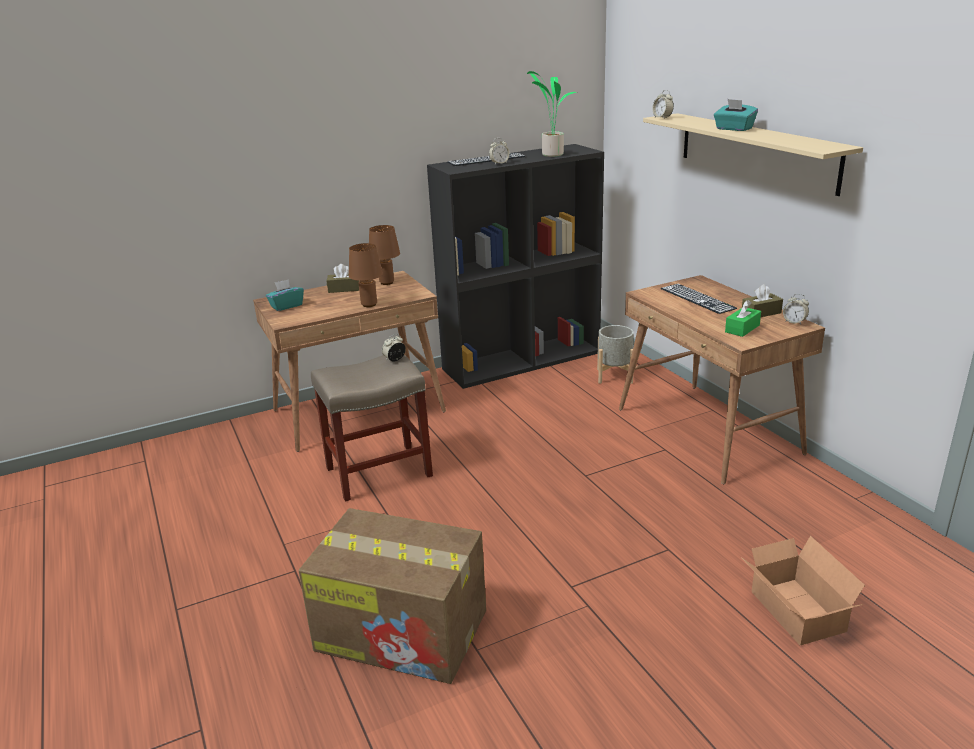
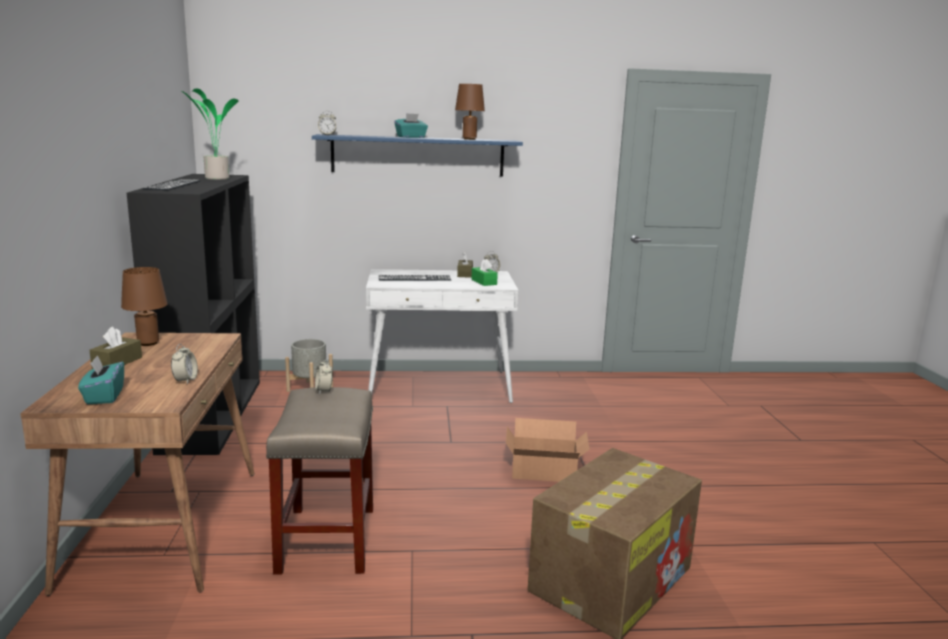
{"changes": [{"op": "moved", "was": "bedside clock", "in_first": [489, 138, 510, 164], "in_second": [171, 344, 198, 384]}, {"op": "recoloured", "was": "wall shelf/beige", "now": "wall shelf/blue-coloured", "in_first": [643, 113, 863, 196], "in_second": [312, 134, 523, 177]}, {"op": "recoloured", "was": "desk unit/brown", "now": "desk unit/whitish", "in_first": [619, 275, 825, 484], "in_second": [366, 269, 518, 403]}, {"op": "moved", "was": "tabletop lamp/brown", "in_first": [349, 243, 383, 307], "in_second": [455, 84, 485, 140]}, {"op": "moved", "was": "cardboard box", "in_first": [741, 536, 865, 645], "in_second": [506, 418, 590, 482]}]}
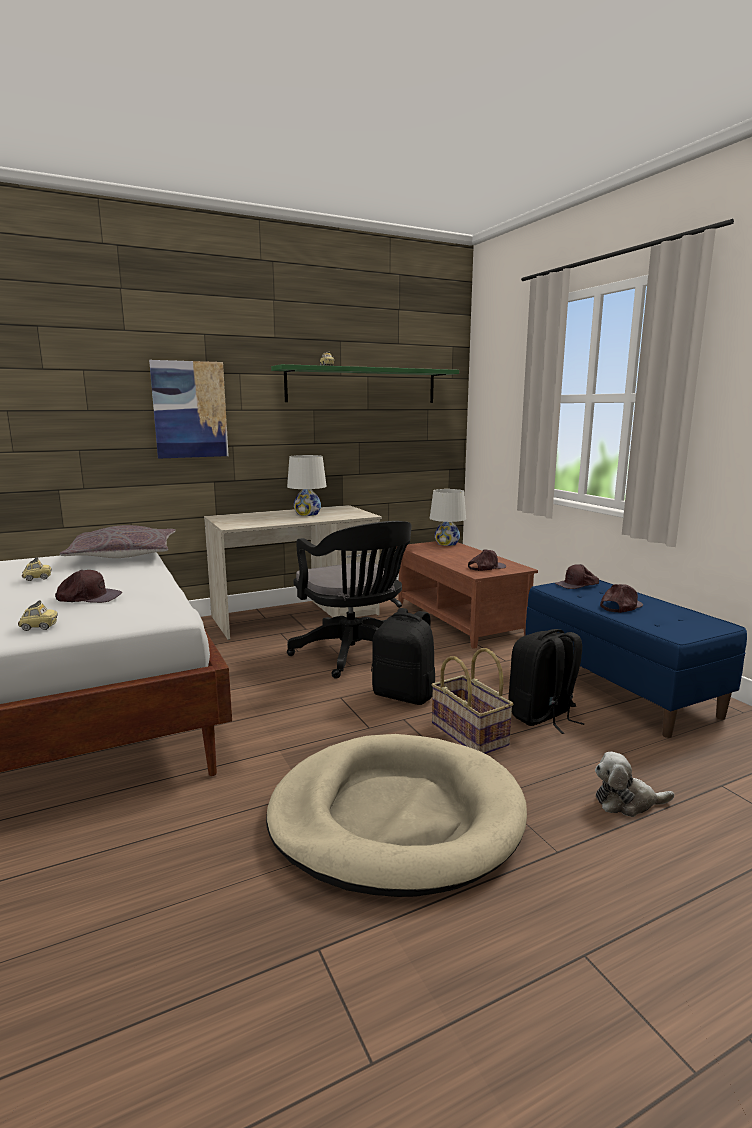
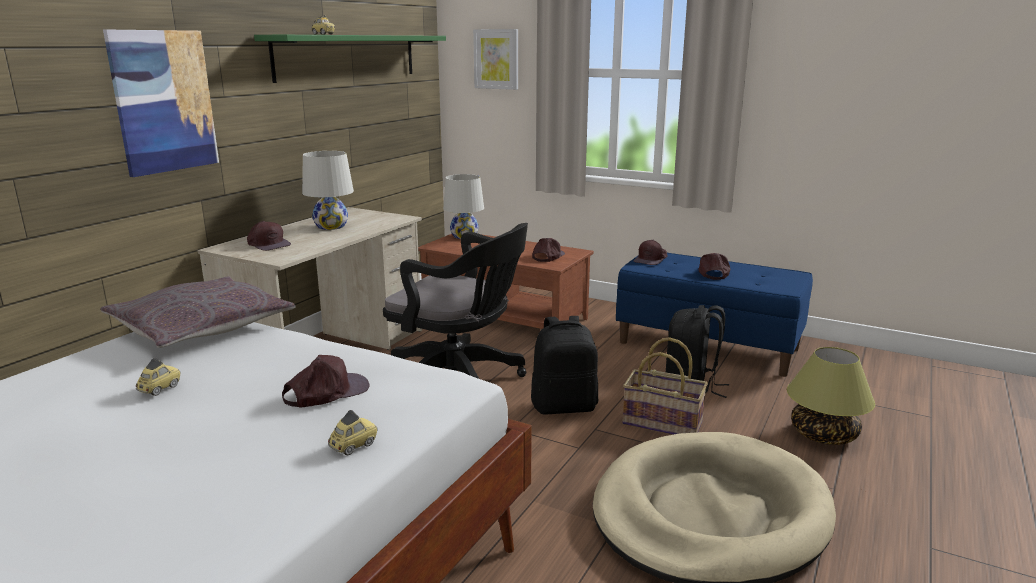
{"changes": [{"op": "added", "now": "peaked cap/brown", "in_second": [247, 221, 291, 251]}, {"op": "added", "now": "wall picture", "in_second": [473, 29, 518, 90]}, {"op": "replaced", "was": "plush toy", "now": "tabletop lamp", "in_first": [595, 752, 674, 817], "in_second": [787, 347, 875, 445]}]}
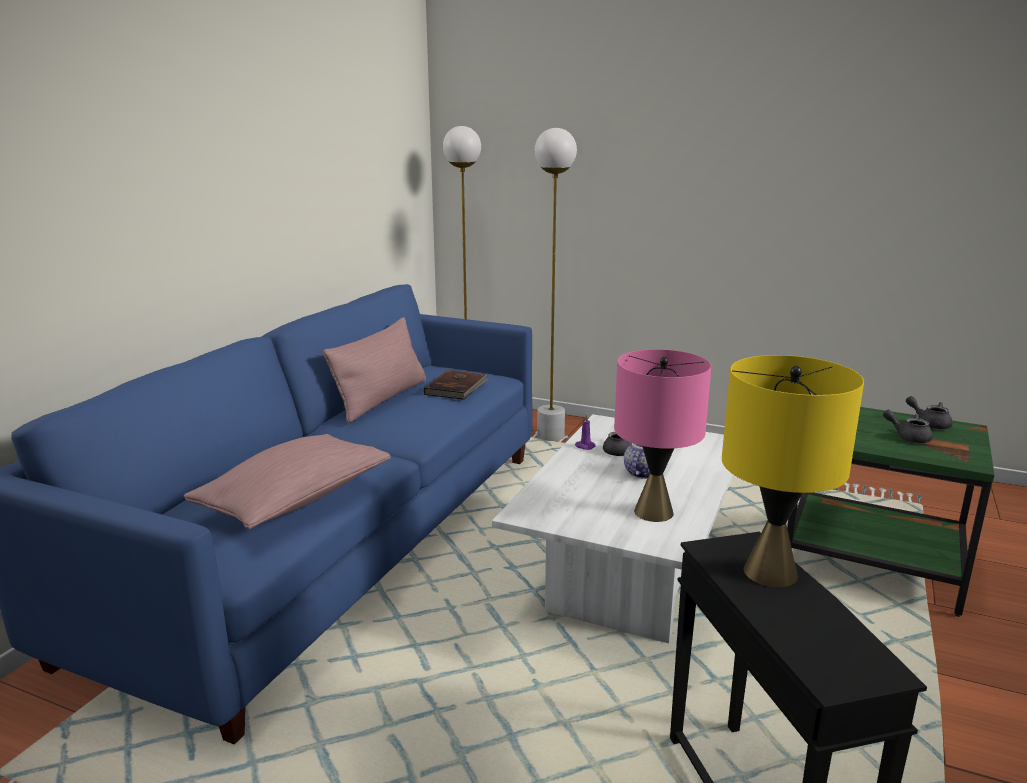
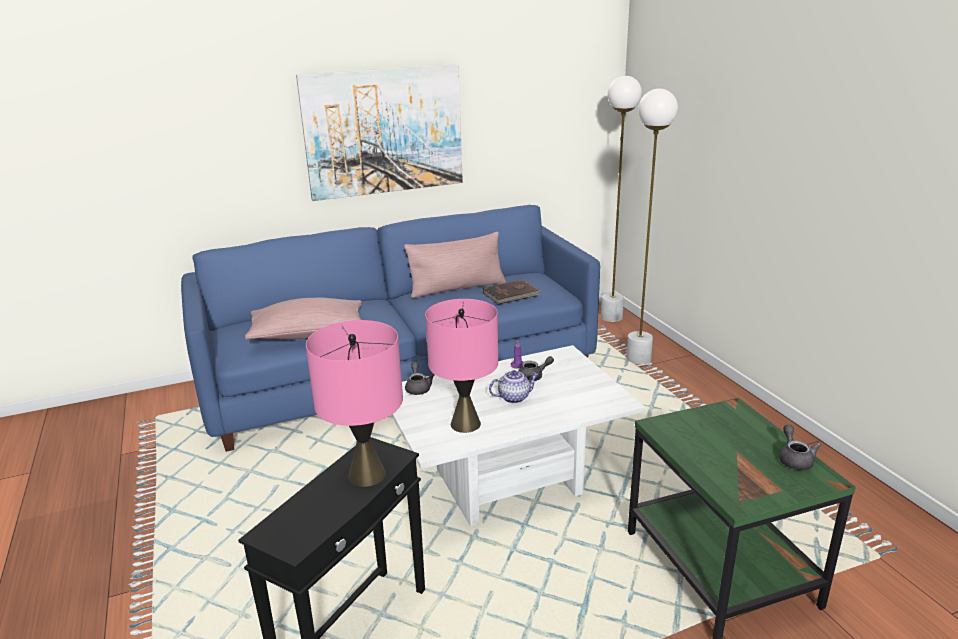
{"changes": [{"op": "added", "now": "wall picture", "in_second": [296, 64, 463, 201]}, {"op": "recoloured", "was": "tabletop lamp/yellow-coloured", "now": "tabletop lamp/pink", "in_first": [722, 355, 864, 588], "in_second": [306, 320, 403, 487]}, {"op": "moved", "was": "pot for tea/greyish", "in_first": [883, 410, 933, 443], "in_second": [405, 362, 435, 395]}]}
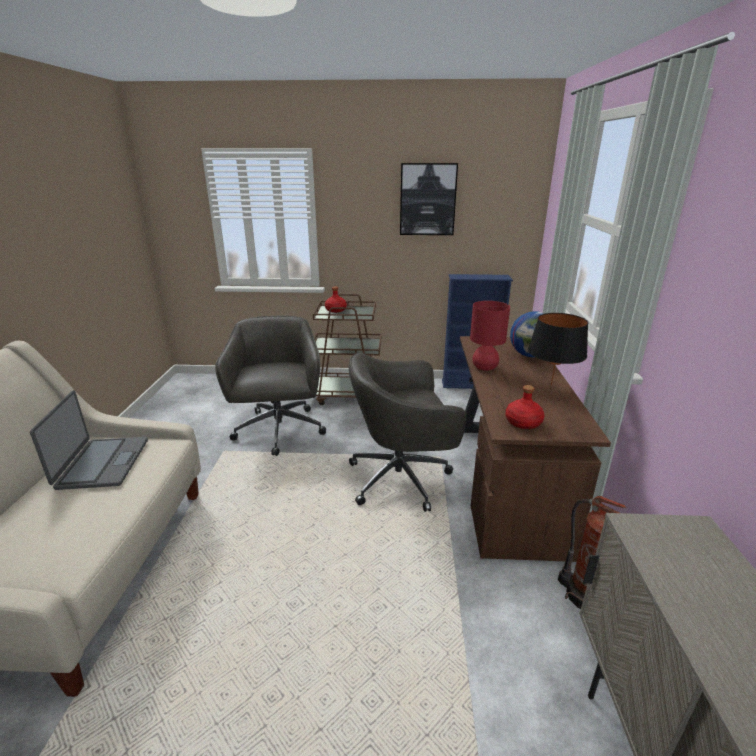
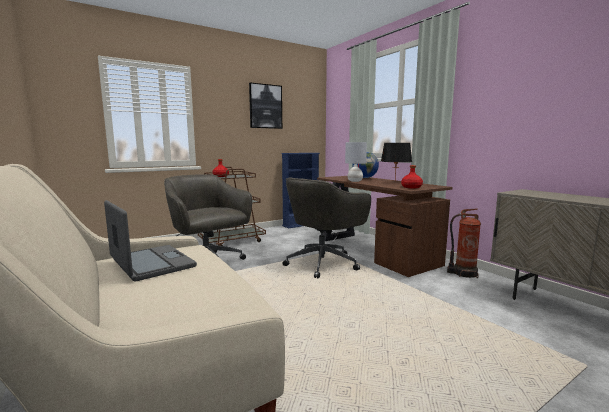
{"changes": [{"op": "recoloured", "was": "tabletop lamp/red-coloured", "now": "tabletop lamp/greyish", "in_first": [470, 301, 510, 371], "in_second": [345, 142, 367, 182]}]}
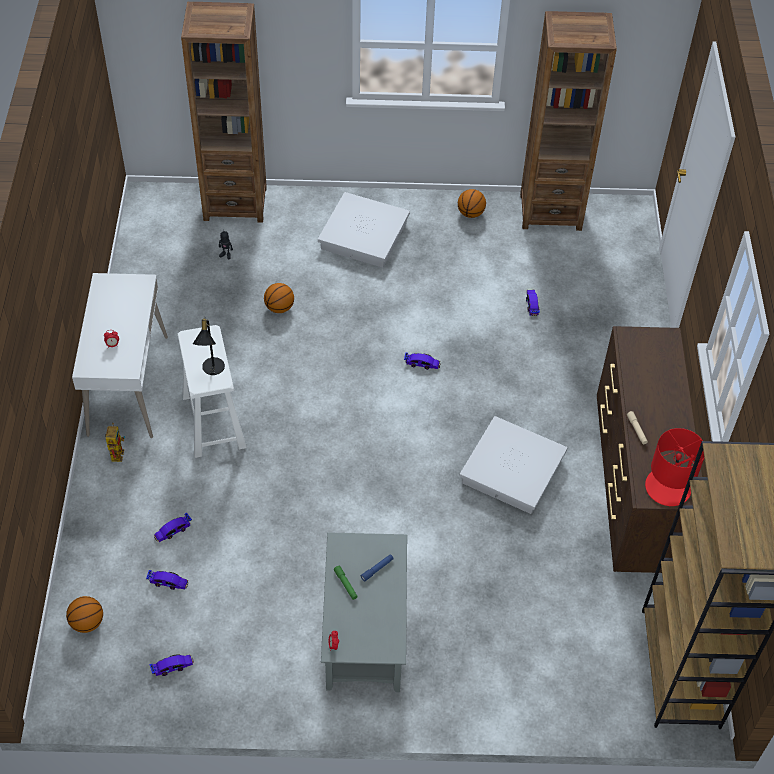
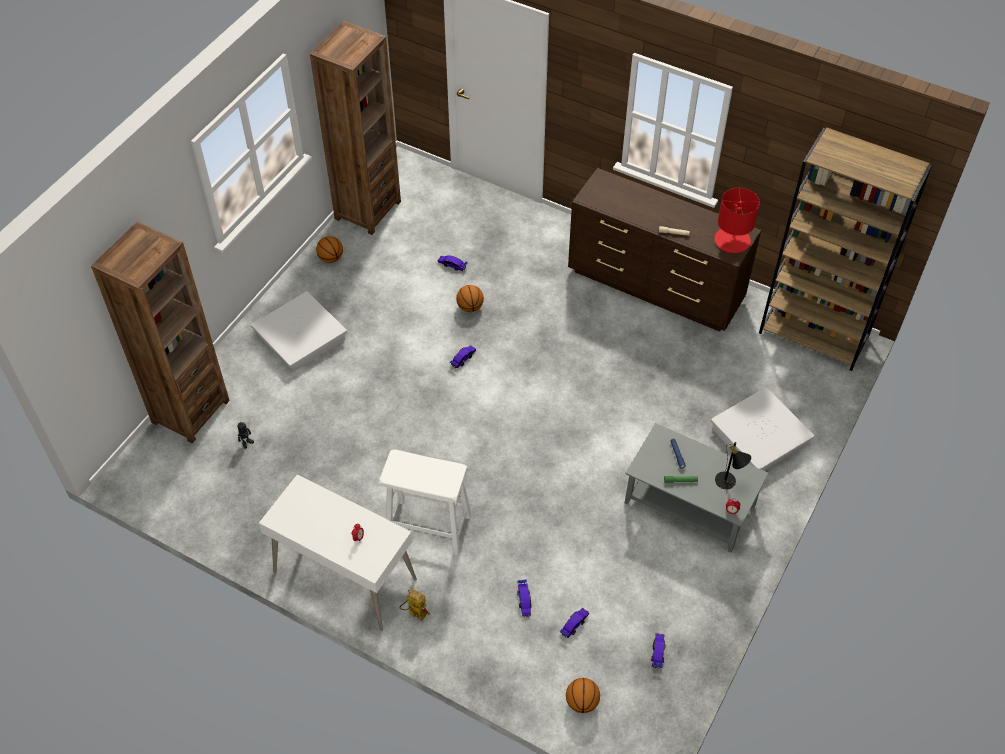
{"changes": [{"op": "moved", "was": "basketball", "in_first": [264, 283, 294, 313], "in_second": [456, 285, 484, 312]}, {"op": "moved", "was": "storage box/whitish", "in_first": [459, 416, 568, 514], "in_second": [710, 387, 815, 471]}, {"op": "moved", "was": "tabletop lamp/blackish", "in_first": [193, 316, 225, 375], "in_second": [715, 442, 751, 489]}]}
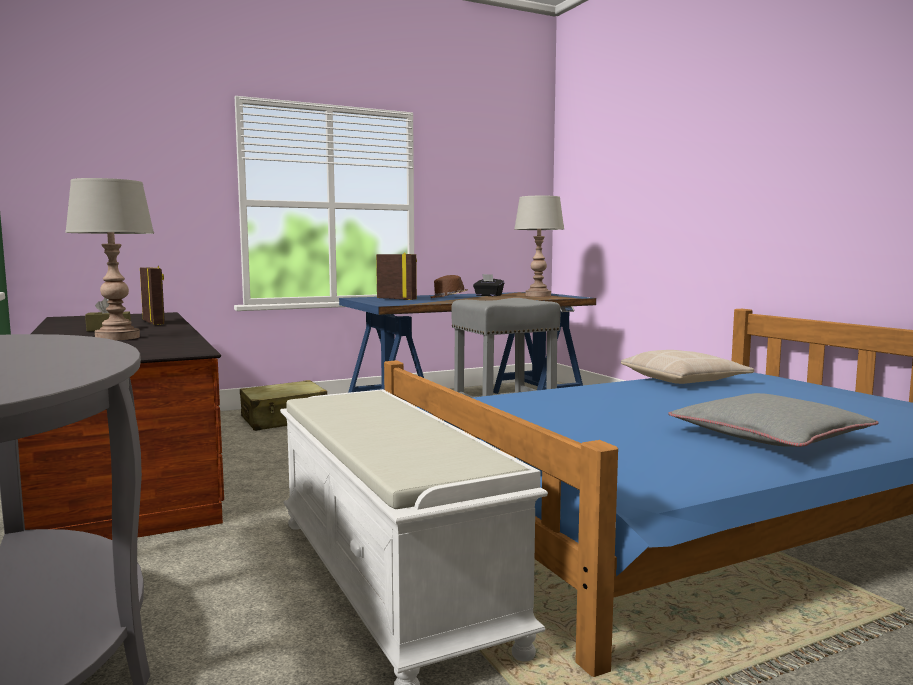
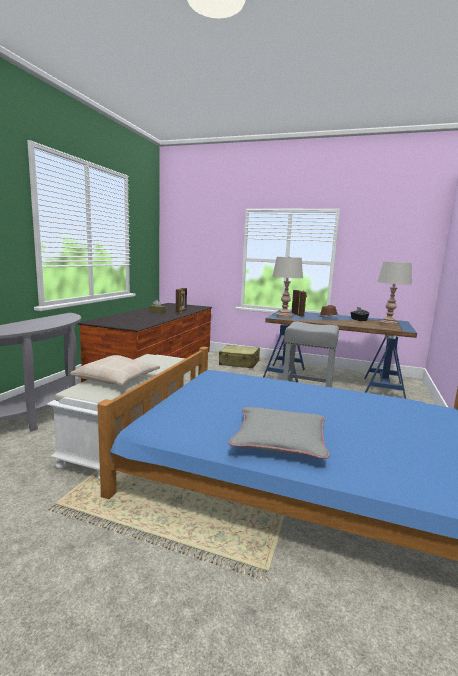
{"changes": [{"op": "moved", "was": "throw pillow/beige", "in_first": [621, 350, 754, 384], "in_second": [70, 355, 160, 386]}, {"op": "moved", "was": "tabletop lamp/greyish", "in_first": [65, 178, 154, 340], "in_second": [272, 256, 303, 318]}]}
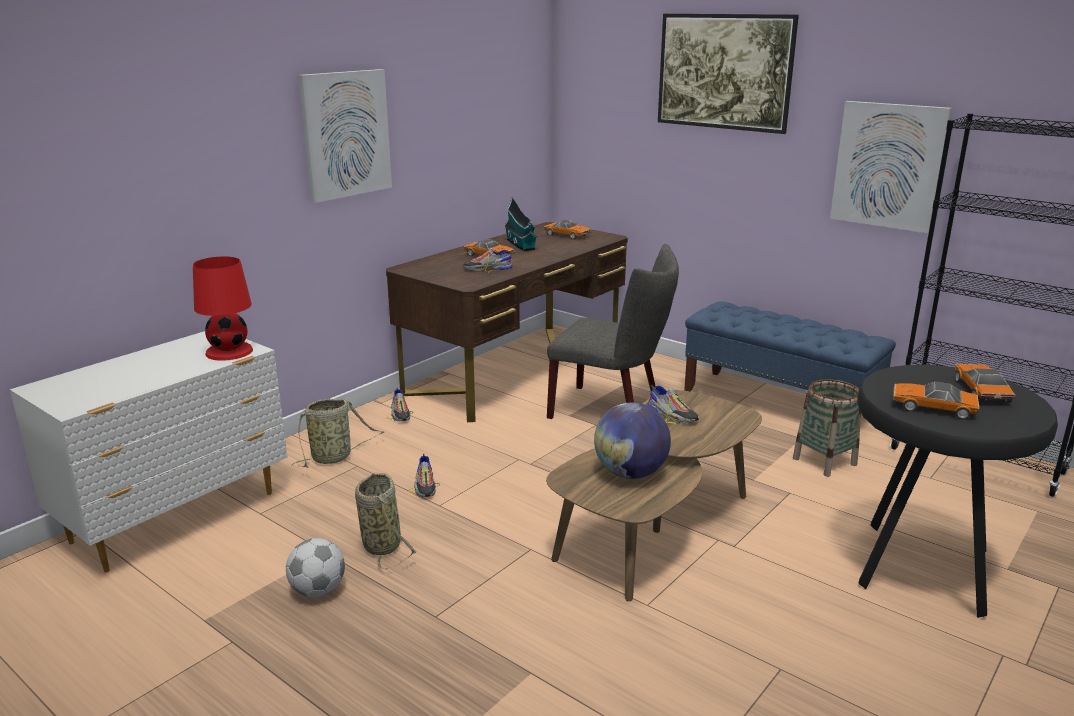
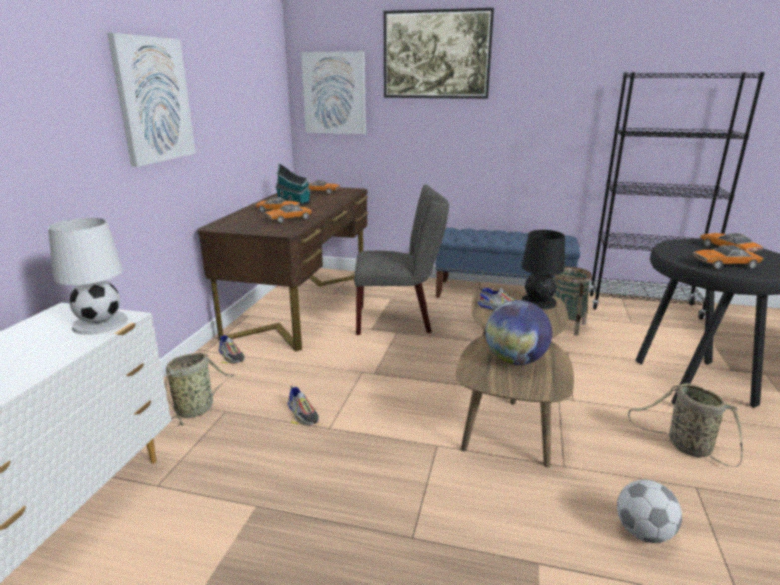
{"changes": [{"op": "recoloured", "was": "tabletop lamp/red-coloured", "now": "tabletop lamp/whitish", "in_first": [193, 257, 253, 361], "in_second": [48, 218, 128, 335]}, {"op": "replaced", "was": "shoe", "now": "miniature car", "in_first": [463, 248, 513, 273], "in_second": [265, 204, 312, 223]}, {"op": "moved", "was": "wall picture", "in_first": [830, 101, 952, 233], "in_second": [301, 51, 366, 134]}, {"op": "added", "now": "tabletop lamp/blackish", "in_second": [521, 230, 565, 309]}, {"op": "moved", "was": "football", "in_first": [286, 538, 345, 597], "in_second": [617, 480, 682, 543]}, {"op": "moved", "was": "storage basket", "in_first": [355, 473, 417, 570], "in_second": [628, 383, 742, 467]}]}
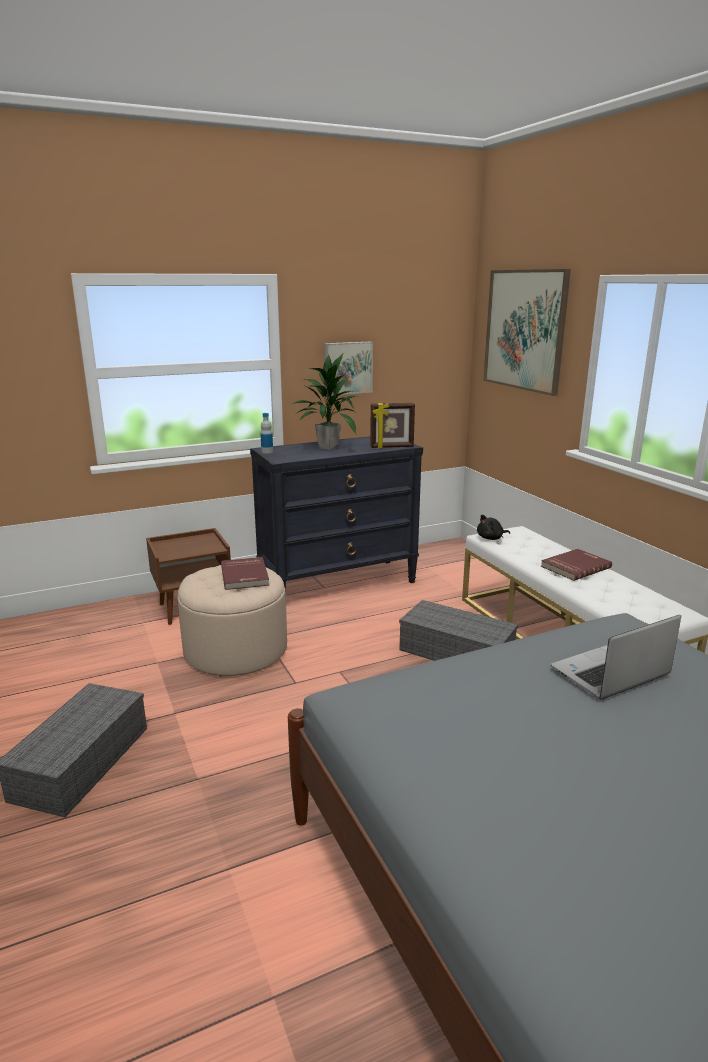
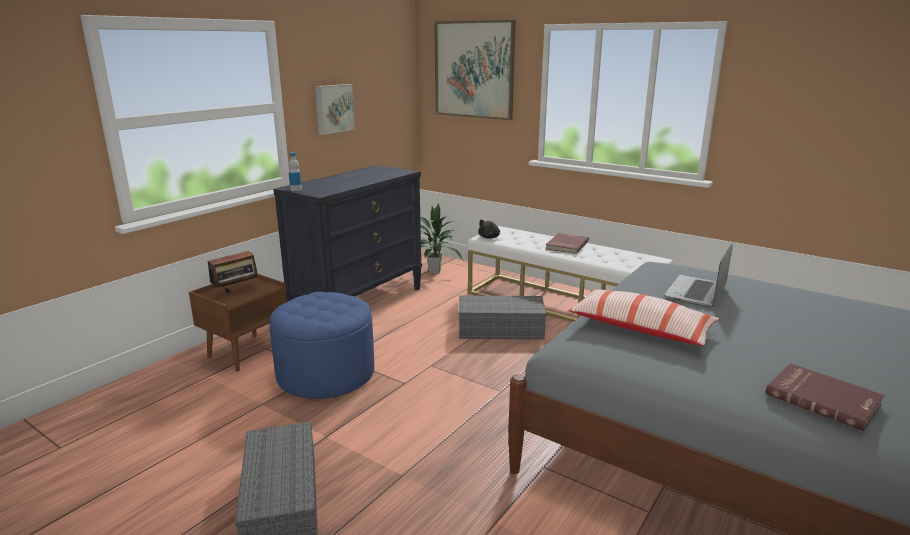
{"changes": [{"op": "added", "now": "radio set", "in_second": [203, 251, 260, 292]}, {"op": "recoloured", "was": "footrest/beige", "now": "footrest/blue-coloured", "in_first": [178, 565, 287, 676], "in_second": [270, 292, 374, 399]}, {"op": "moved", "was": "potted plant", "in_first": [292, 354, 358, 450], "in_second": [420, 203, 463, 274]}, {"op": "added", "now": "throw pillow", "in_second": [569, 289, 719, 346]}, {"op": "moved", "was": "book/red-coloured", "in_first": [221, 557, 269, 590], "in_second": [765, 363, 884, 431]}, {"op": "removed", "was": "standing frame", "in_first": [370, 403, 415, 448]}]}
